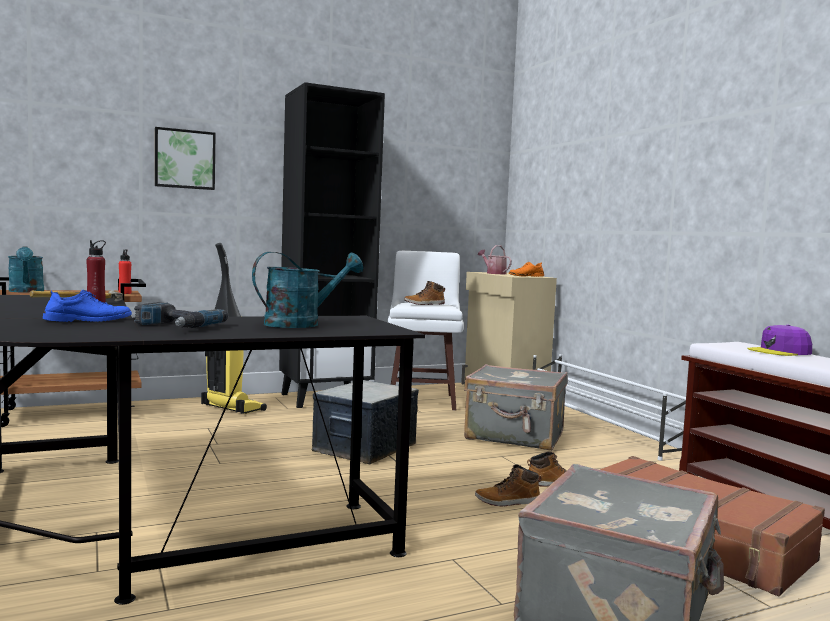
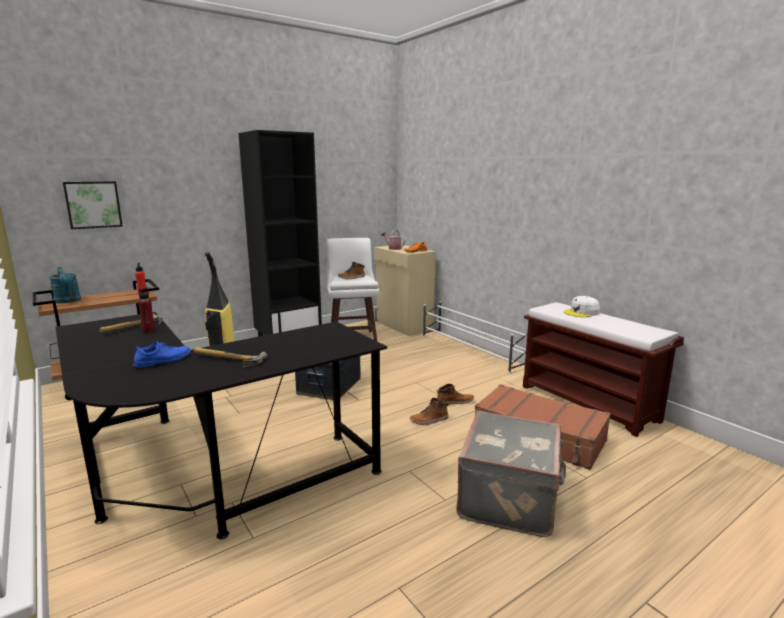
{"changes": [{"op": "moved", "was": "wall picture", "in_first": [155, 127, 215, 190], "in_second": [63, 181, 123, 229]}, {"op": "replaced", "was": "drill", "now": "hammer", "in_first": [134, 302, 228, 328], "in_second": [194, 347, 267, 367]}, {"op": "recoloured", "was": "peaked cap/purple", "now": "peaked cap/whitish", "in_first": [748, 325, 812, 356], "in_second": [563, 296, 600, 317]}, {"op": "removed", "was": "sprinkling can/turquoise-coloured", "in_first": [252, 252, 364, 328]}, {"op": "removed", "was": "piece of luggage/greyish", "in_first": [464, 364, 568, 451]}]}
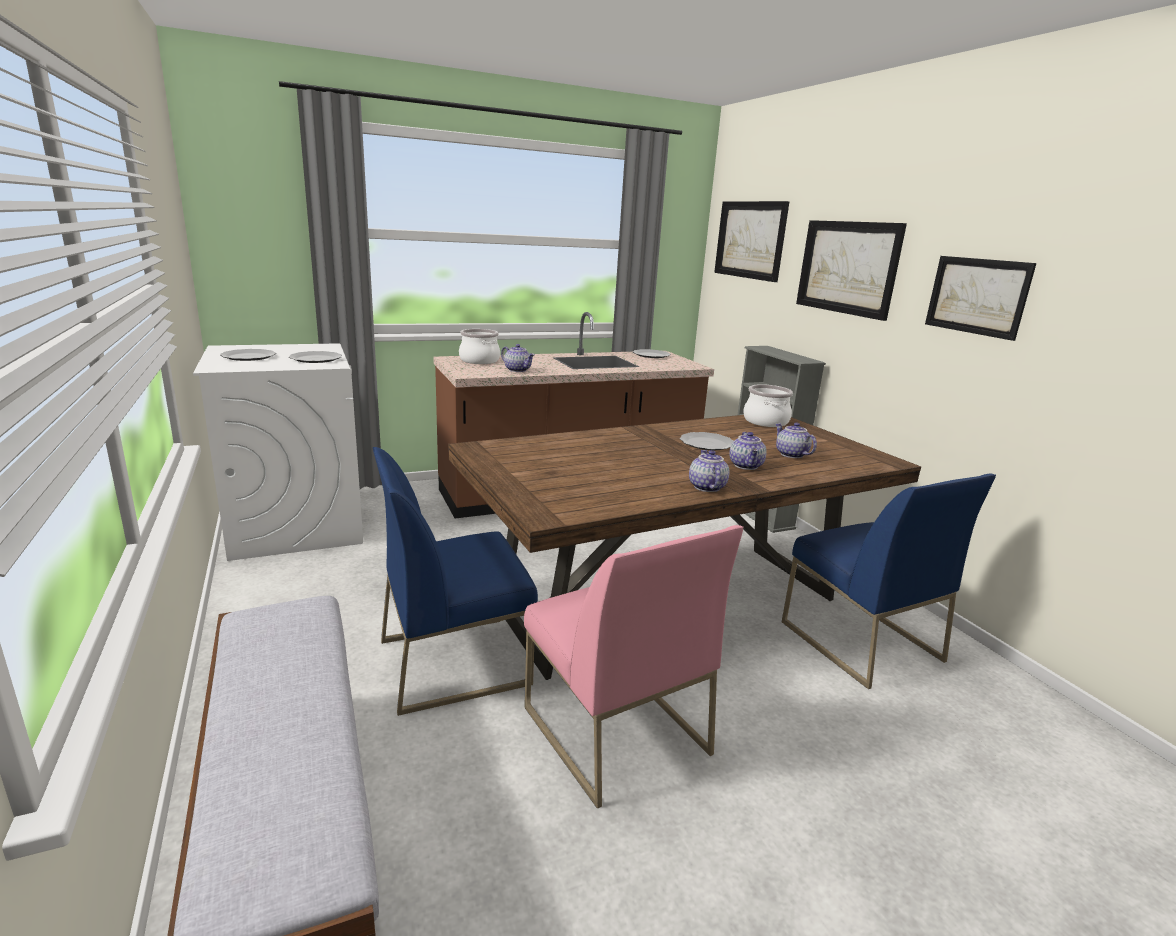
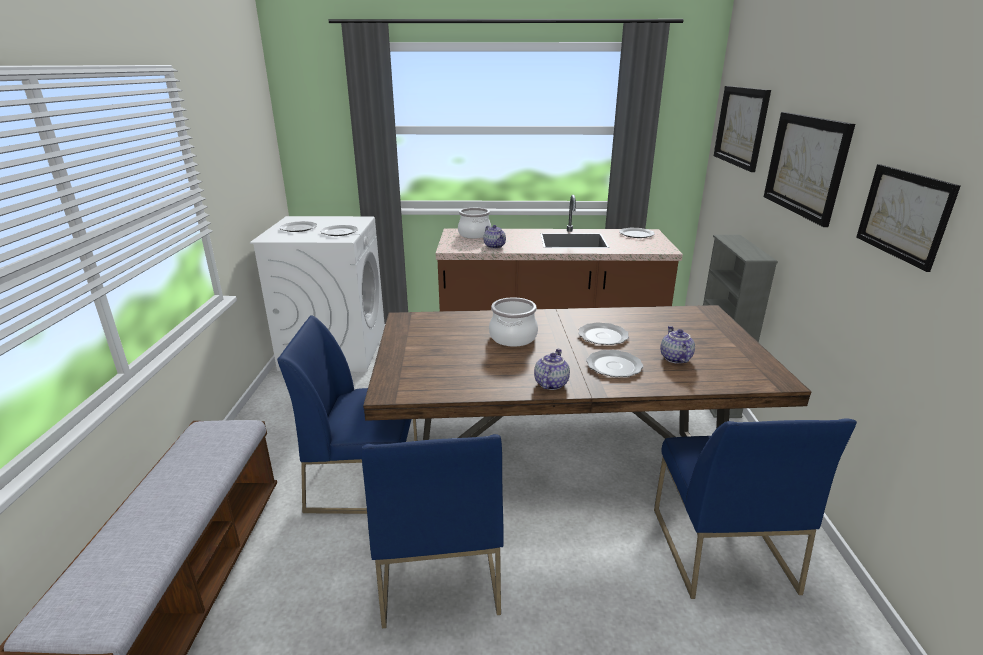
{"changes": [{"op": "recoloured", "was": "upright chair/pink", "now": "upright chair/blue-coloured", "in_first": [524, 525, 744, 809], "in_second": [362, 434, 504, 628]}, {"op": "moved", "was": "saucepot", "in_first": [743, 384, 793, 427], "in_second": [489, 297, 538, 347]}, {"op": "replaced", "was": "pot for tea", "now": "plate", "in_first": [729, 432, 767, 470], "in_second": [586, 350, 643, 377]}]}
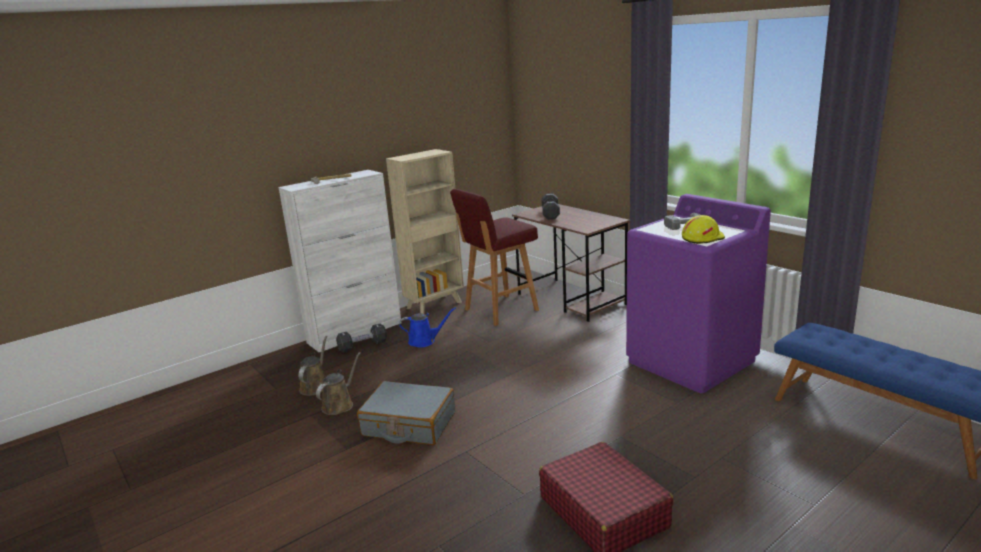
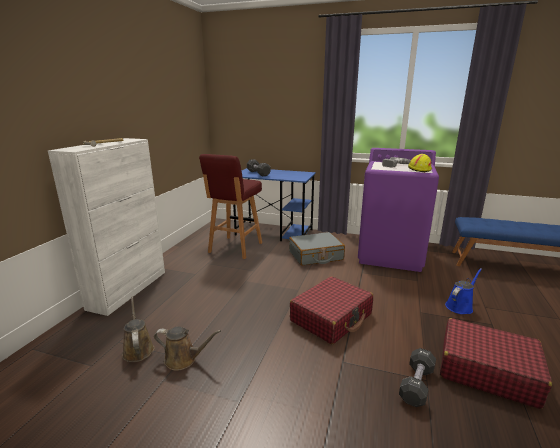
{"changes": [{"op": "turned", "was": "sprinkling can/brown", "in_first": [316, 352, 361, 415], "in_second": [154, 327, 221, 371], "clockwise": 105}, {"op": "recoloured", "was": "desk unit/brown", "now": "desk unit/blue-coloured", "in_first": [512, 204, 630, 322], "in_second": [233, 168, 316, 241]}, {"op": "moved", "was": "piece of luggage/greyish", "in_first": [357, 381, 455, 445], "in_second": [289, 232, 345, 265]}, {"op": "added", "now": "piece of luggage/red-coloured", "in_second": [290, 276, 373, 344]}, {"op": "moved", "was": "dumbbell/blackish", "in_first": [336, 323, 387, 353], "in_second": [399, 348, 436, 407]}, {"op": "moved", "was": "sprinkling can/blue-coloured", "in_first": [399, 307, 456, 347], "in_second": [445, 268, 482, 314]}, {"op": "removed", "was": "bookshelf/beige", "in_first": [386, 149, 464, 314]}]}
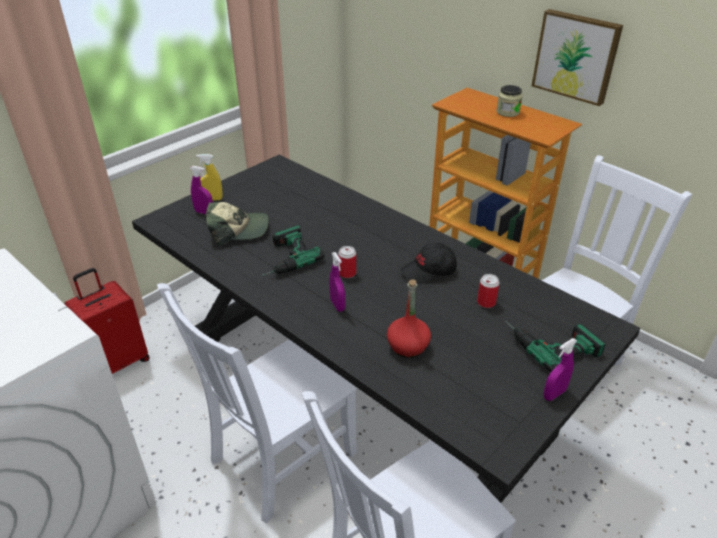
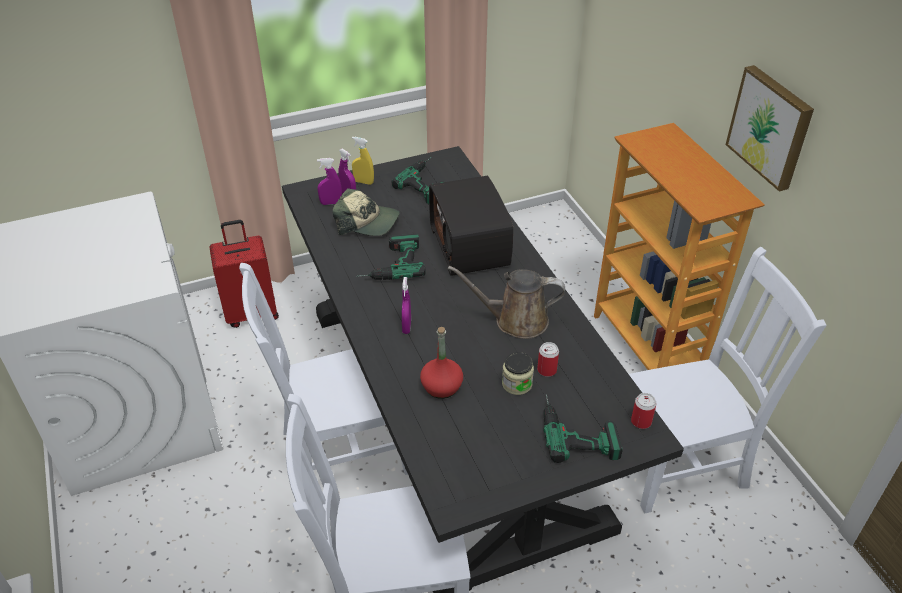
{"changes": [{"op": "moved", "was": "sprayer/purple", "in_first": [544, 338, 577, 401], "in_second": [317, 158, 342, 205]}, {"op": "added", "now": "drill", "in_second": [391, 157, 445, 204]}, {"op": "added", "now": "radio set", "in_second": [429, 176, 513, 276]}, {"op": "replaced", "was": "peaked cap/blackish", "now": "sprinkling can/brown", "in_first": [401, 243, 457, 284], "in_second": [448, 266, 565, 339]}, {"op": "moved", "was": "jar", "in_first": [497, 85, 522, 117], "in_second": [502, 352, 534, 395]}, {"op": "moved", "was": "can", "in_first": [338, 246, 356, 278], "in_second": [631, 393, 657, 429]}]}
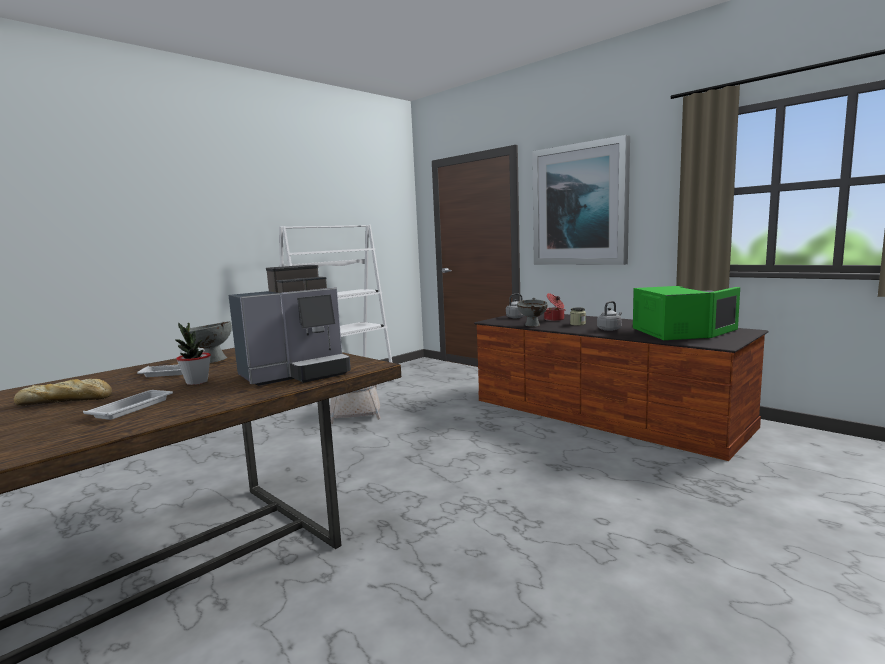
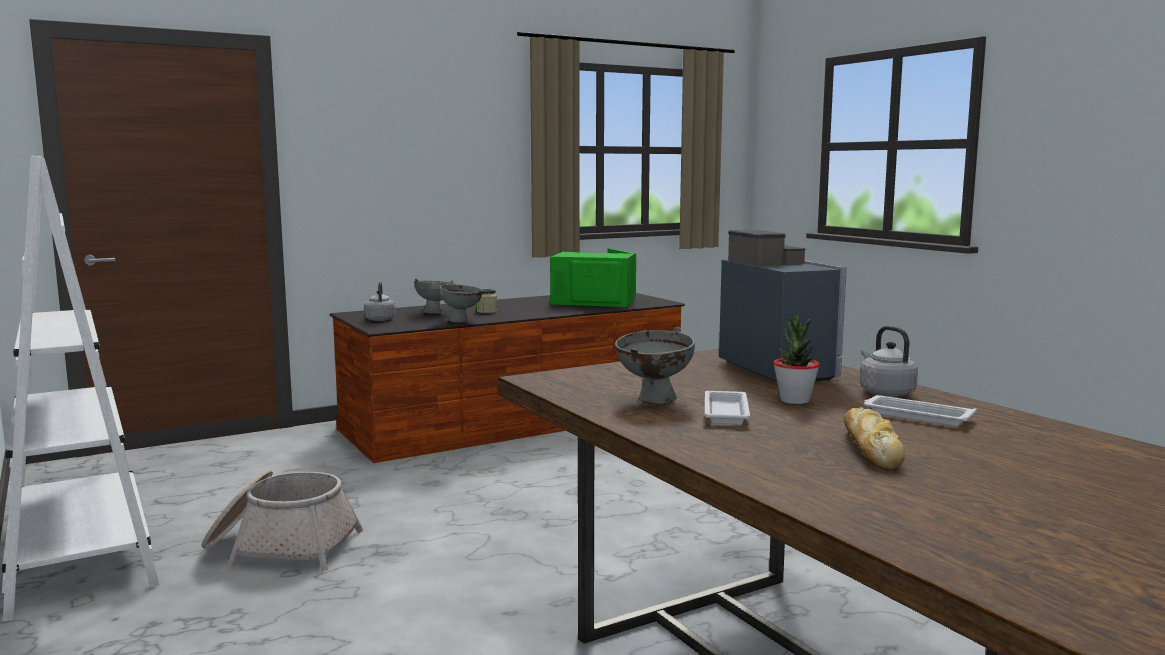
{"changes": [{"op": "replaced", "was": "saucepot", "now": "serving bowl/greyish", "in_first": [544, 293, 566, 321], "in_second": [414, 279, 455, 314]}, {"op": "moved", "was": "water kettle/greyish", "in_first": [597, 301, 622, 331], "in_second": [860, 326, 918, 397]}, {"op": "removed", "was": "wall picture", "in_first": [532, 135, 630, 265]}]}
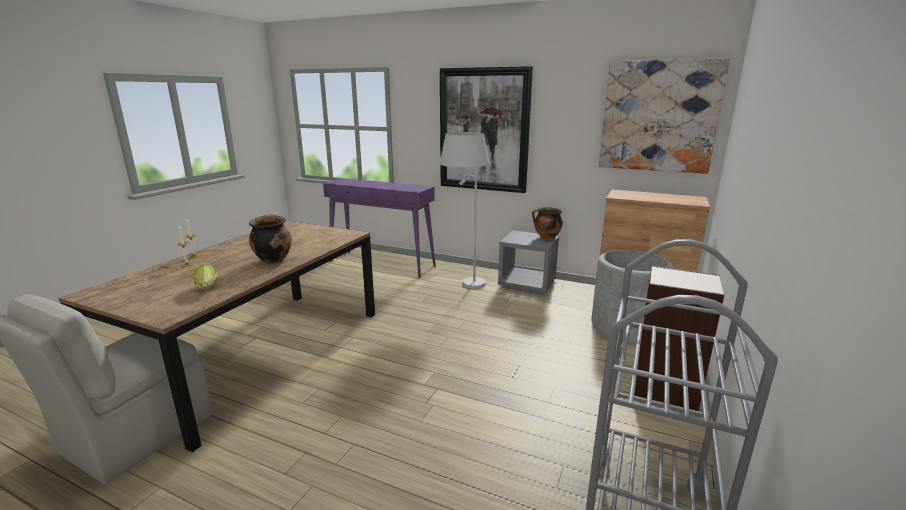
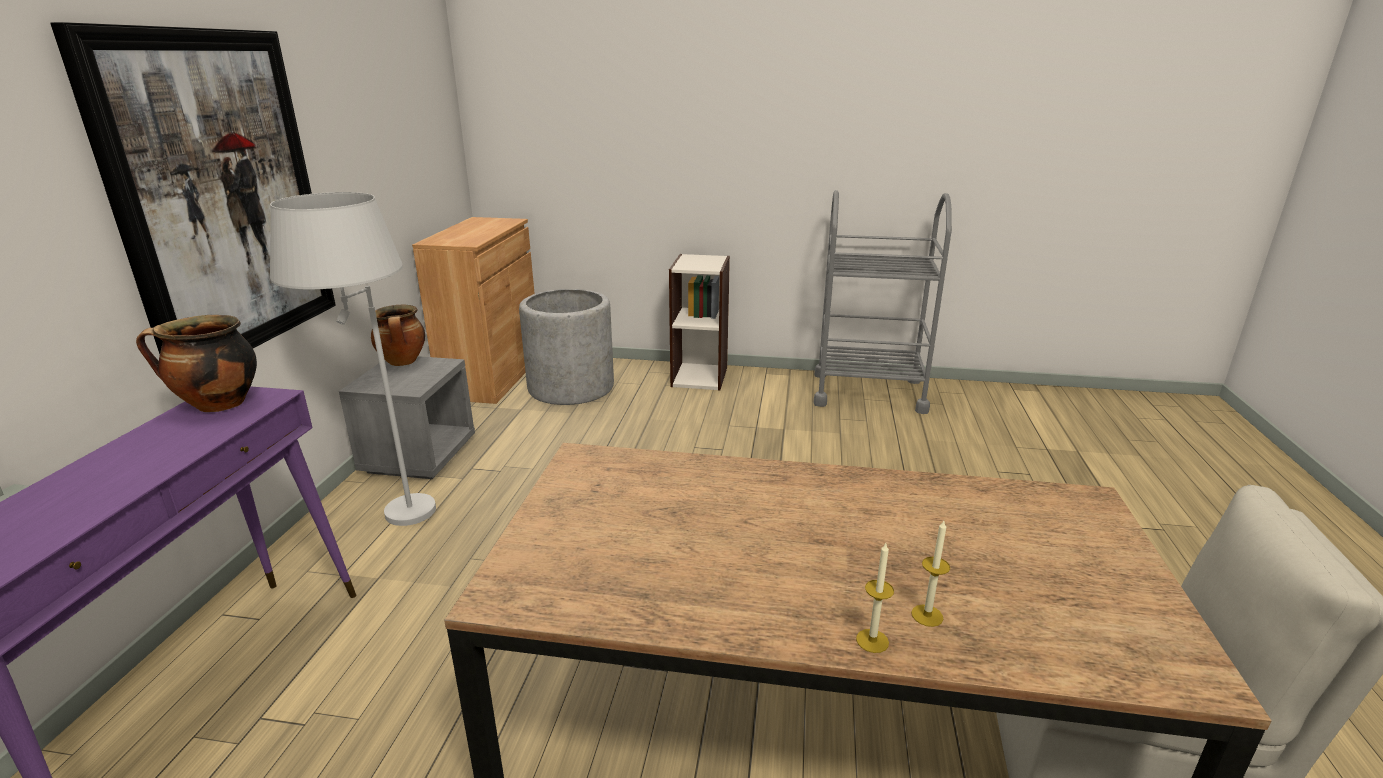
{"changes": [{"op": "moved", "was": "saucepot", "in_first": [249, 215, 292, 264], "in_second": [136, 315, 257, 412]}, {"op": "removed", "was": "lettuce head", "in_first": [194, 264, 218, 290]}, {"op": "removed", "was": "wall picture", "in_first": [599, 58, 730, 174]}]}
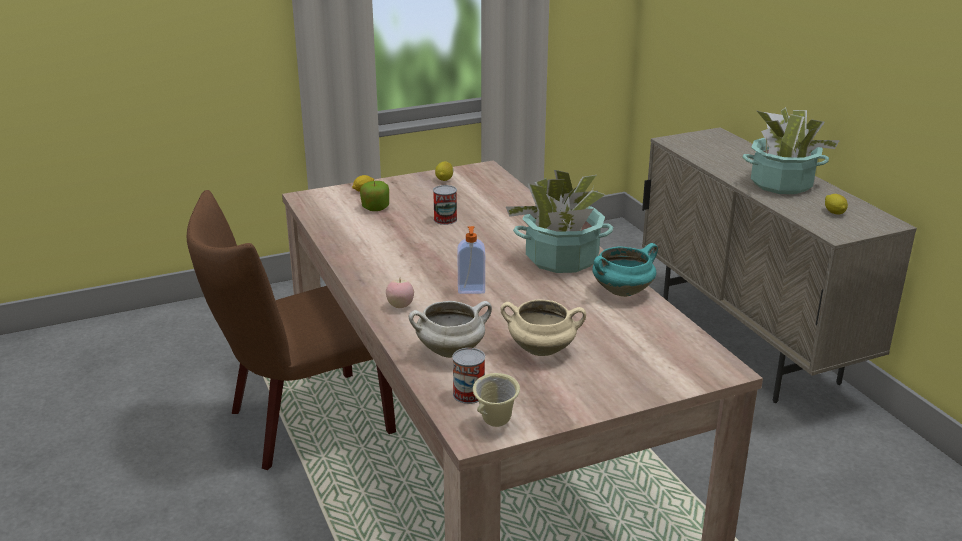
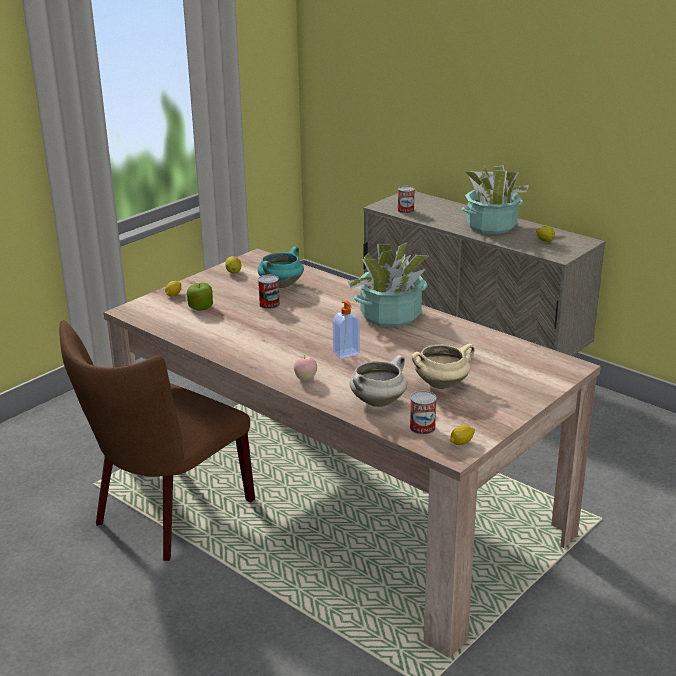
{"changes": [{"op": "moved", "was": "saucepot/turquoise-coloured", "in_first": [592, 243, 658, 297], "in_second": [258, 246, 304, 288]}, {"op": "added", "now": "can", "in_second": [398, 186, 415, 214]}, {"op": "replaced", "was": "mug/beige", "now": "citrus fruit", "in_first": [473, 373, 520, 427], "in_second": [450, 425, 475, 445]}]}
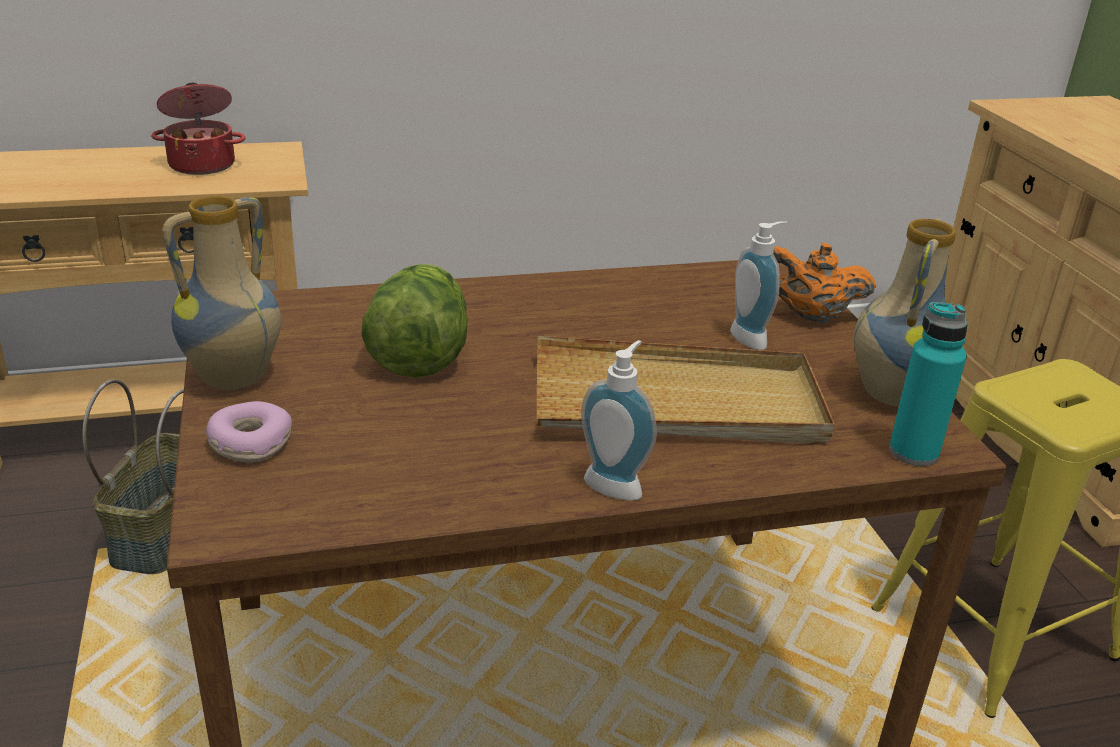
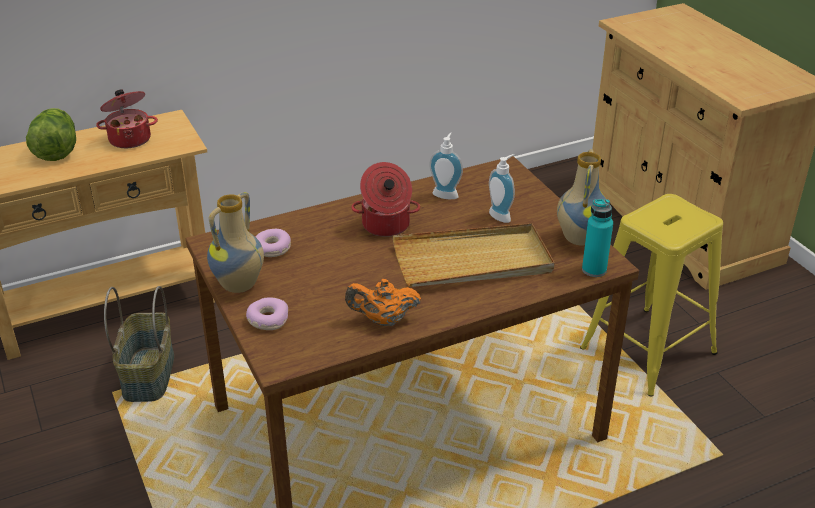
{"changes": [{"op": "moved", "was": "lettuce head", "in_first": [361, 264, 468, 378], "in_second": [26, 108, 76, 161]}, {"op": "added", "now": "donut", "in_second": [255, 229, 291, 257]}, {"op": "moved", "was": "pot for tea/orange-coloured", "in_first": [773, 243, 877, 323], "in_second": [345, 279, 421, 326]}, {"op": "added", "now": "saucepot", "in_second": [351, 162, 420, 237]}, {"op": "moved", "was": "soap bottle", "in_first": [581, 340, 657, 501], "in_second": [429, 132, 463, 199]}]}
